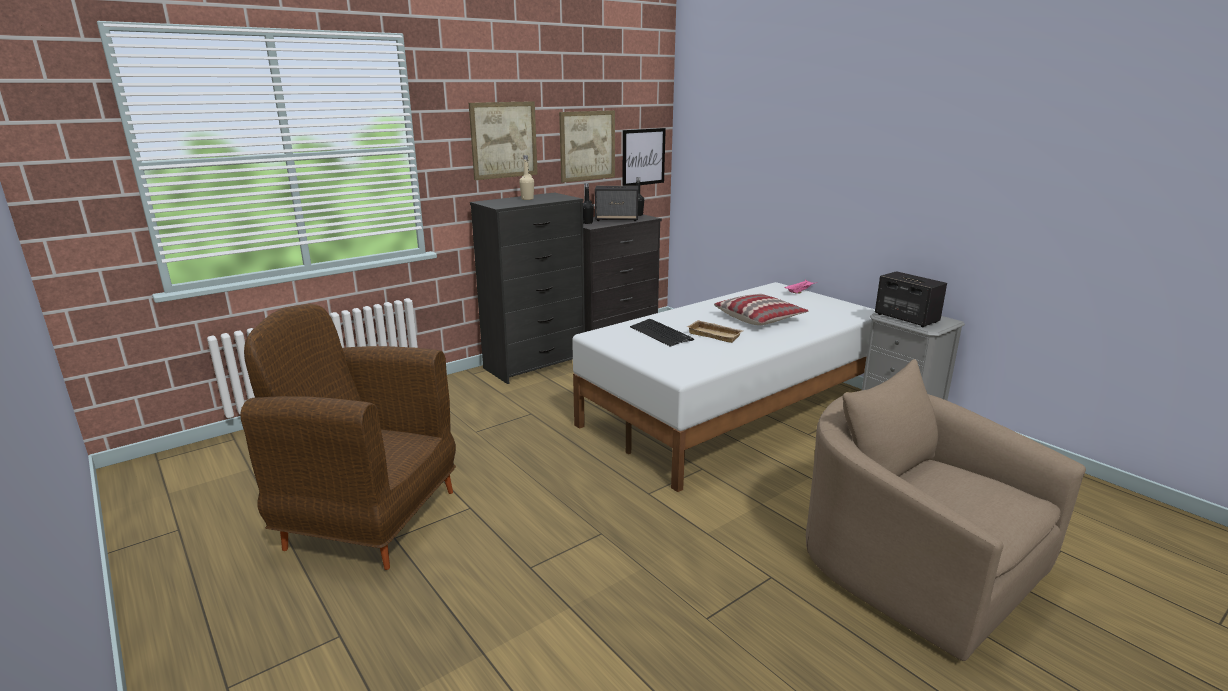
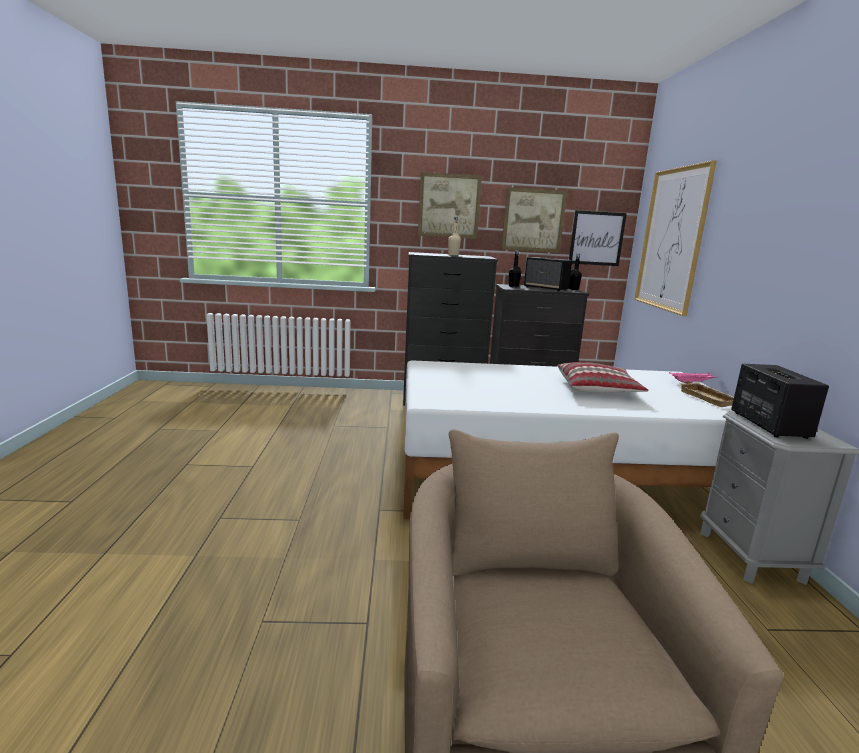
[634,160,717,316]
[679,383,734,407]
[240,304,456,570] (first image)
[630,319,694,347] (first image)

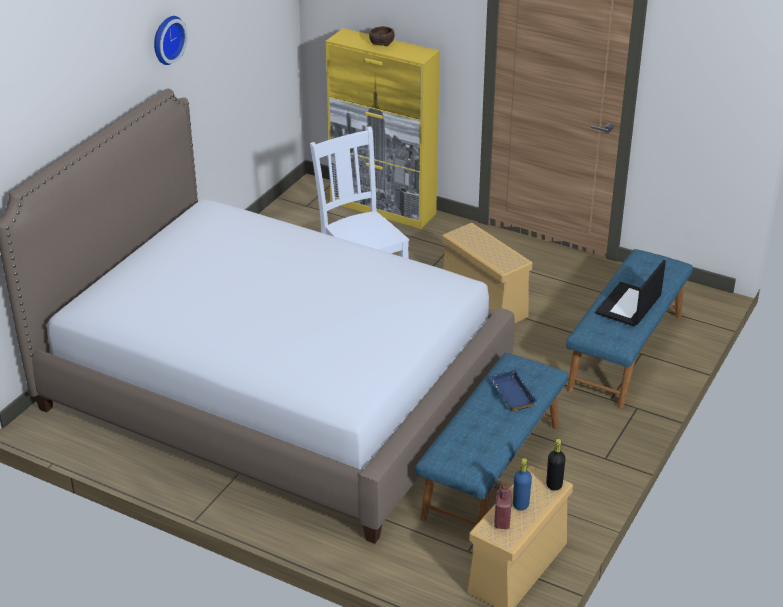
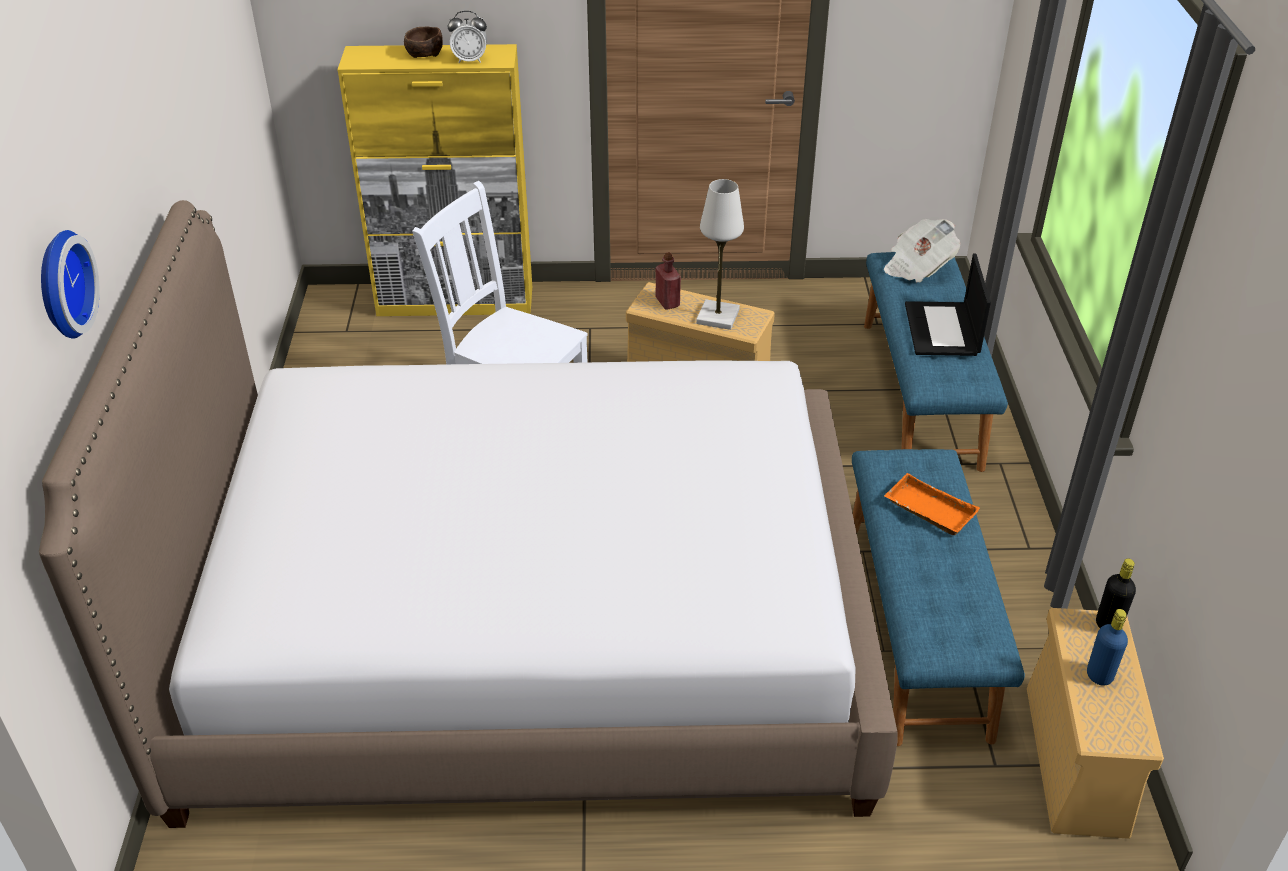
[41,230,99,339]
[448,11,487,63]
[656,252,681,310]
[696,179,744,330]
[884,219,960,282]
[884,473,980,535]

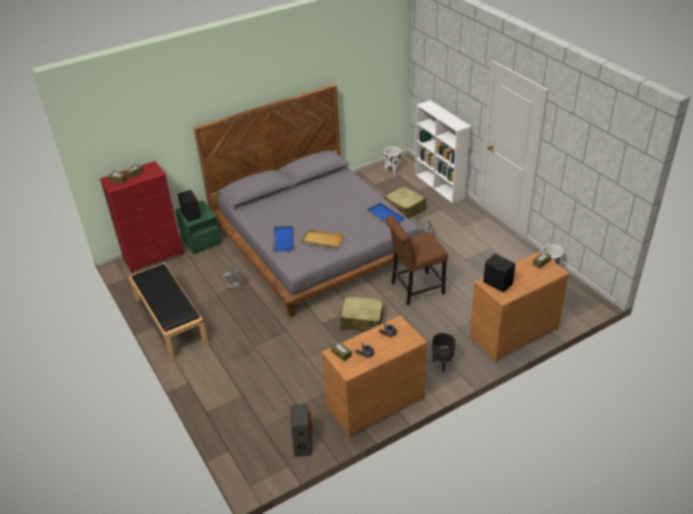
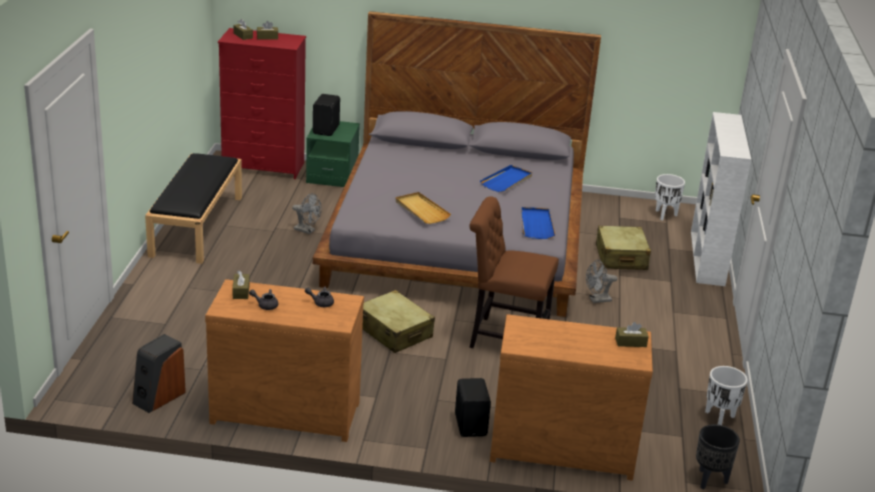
[455,378,491,437]
[480,165,532,192]
[696,424,740,489]

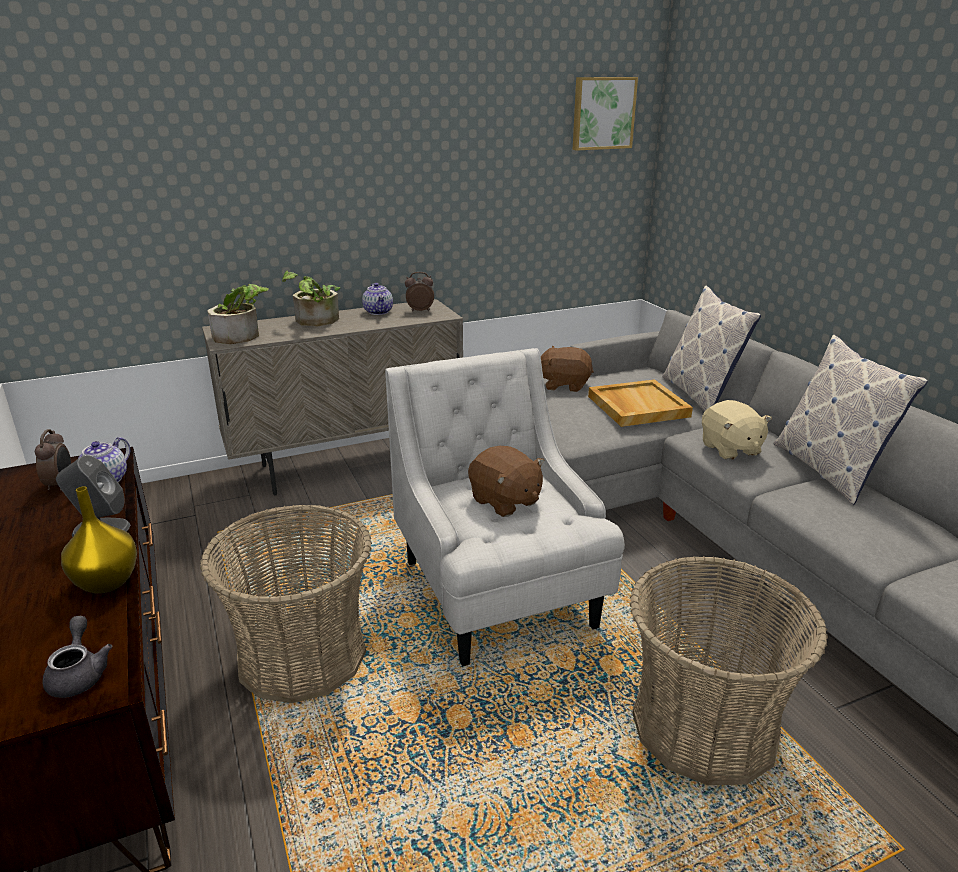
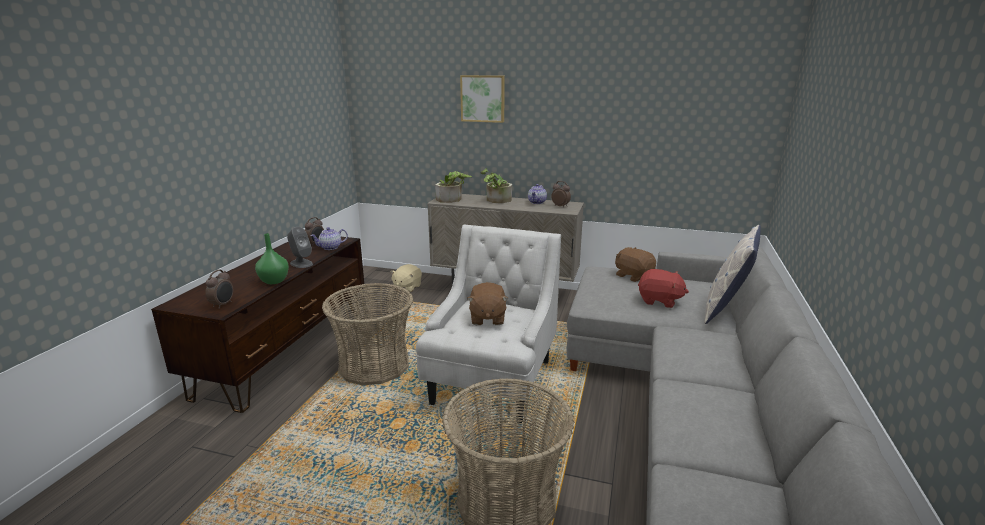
[205,269,233,309]
[255,233,289,284]
[390,264,422,292]
[460,75,505,123]
[638,269,689,308]
[774,335,928,505] (first image)

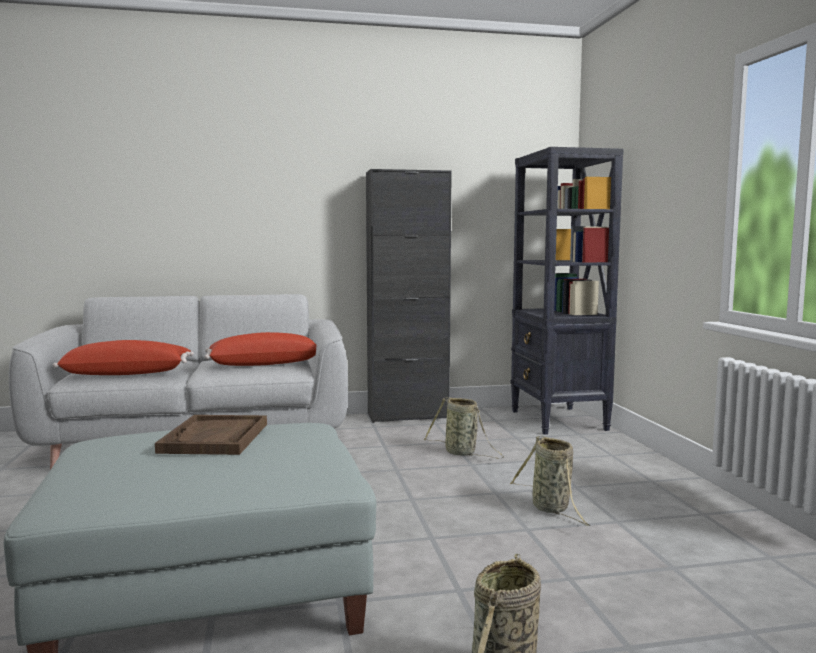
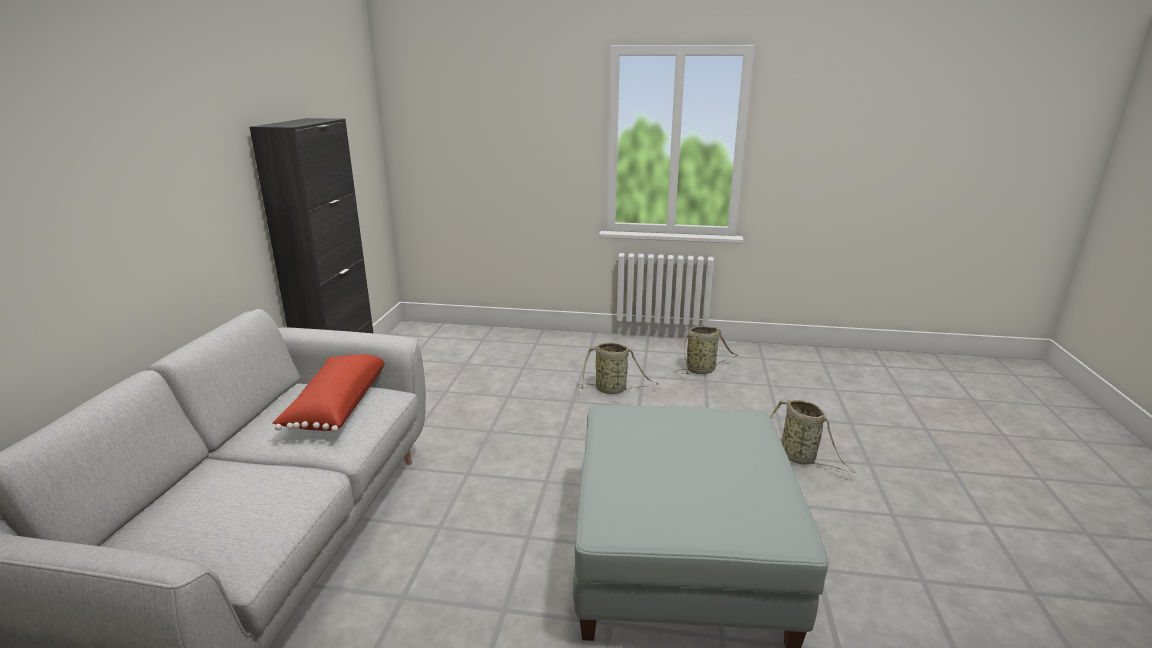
[674,326,739,375]
[53,340,194,375] (first image)
[155,415,267,455] (first image)
[511,147,623,435] (first image)

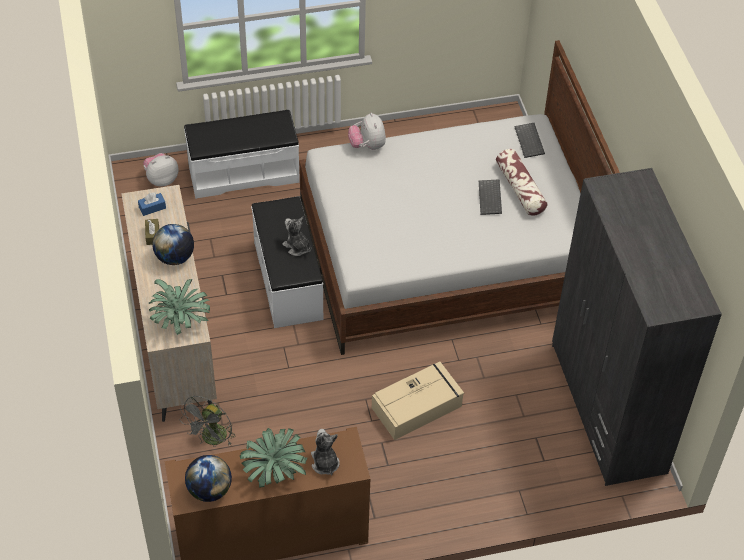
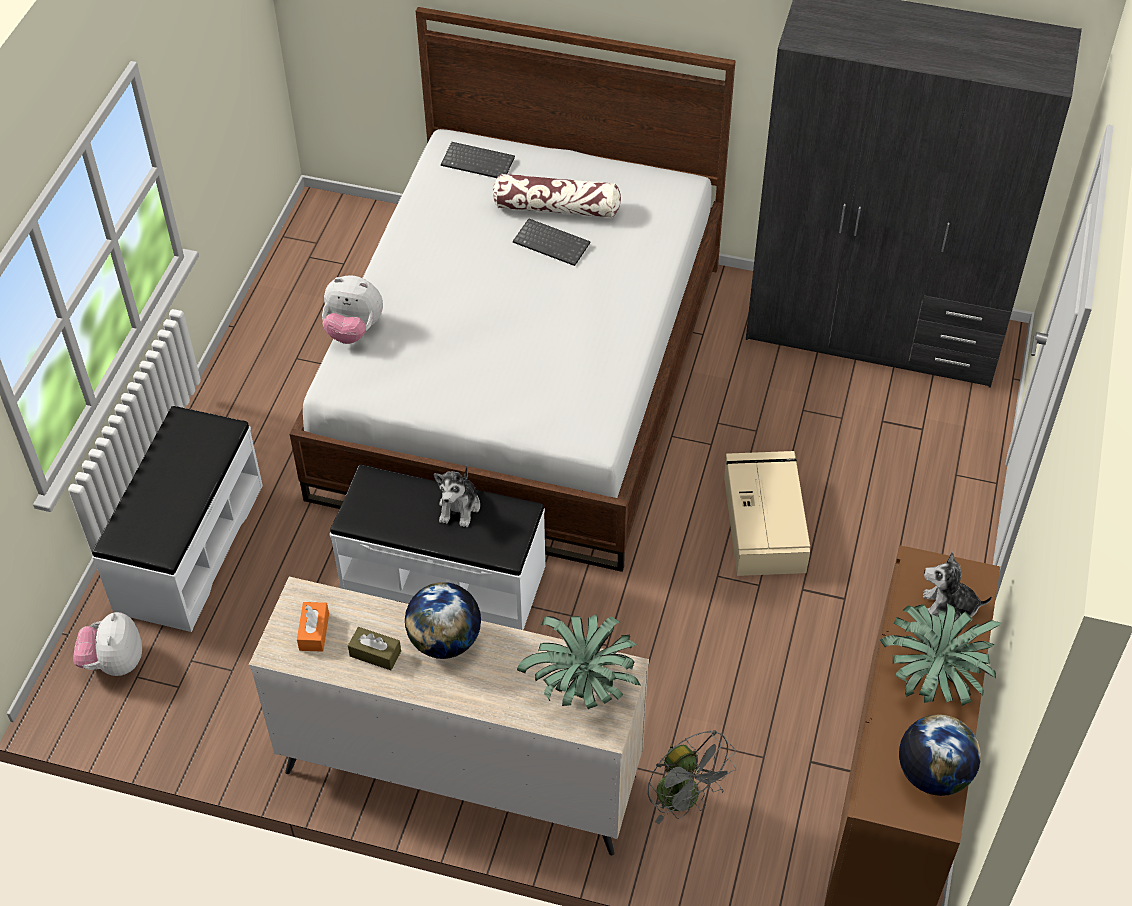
[297,602,329,652]
[434,465,480,527]

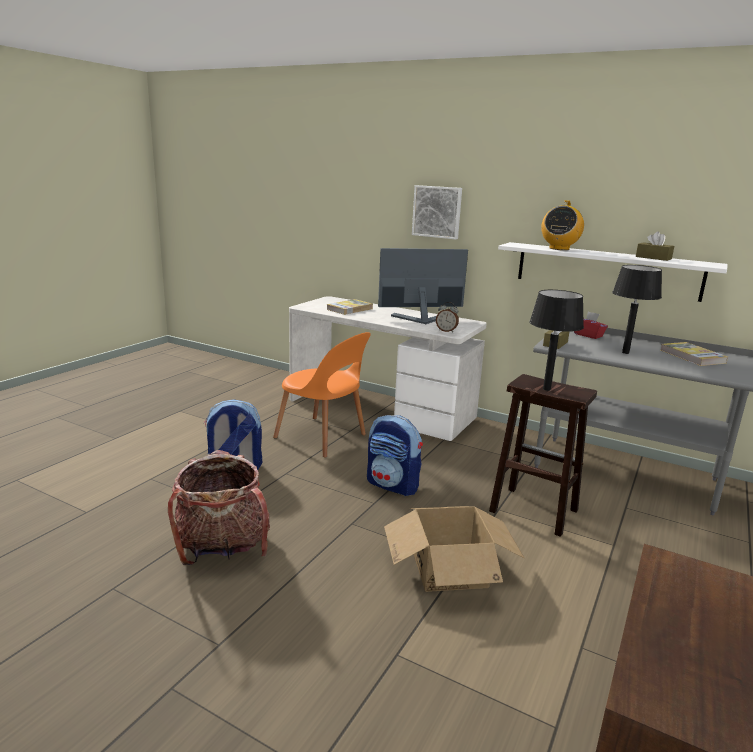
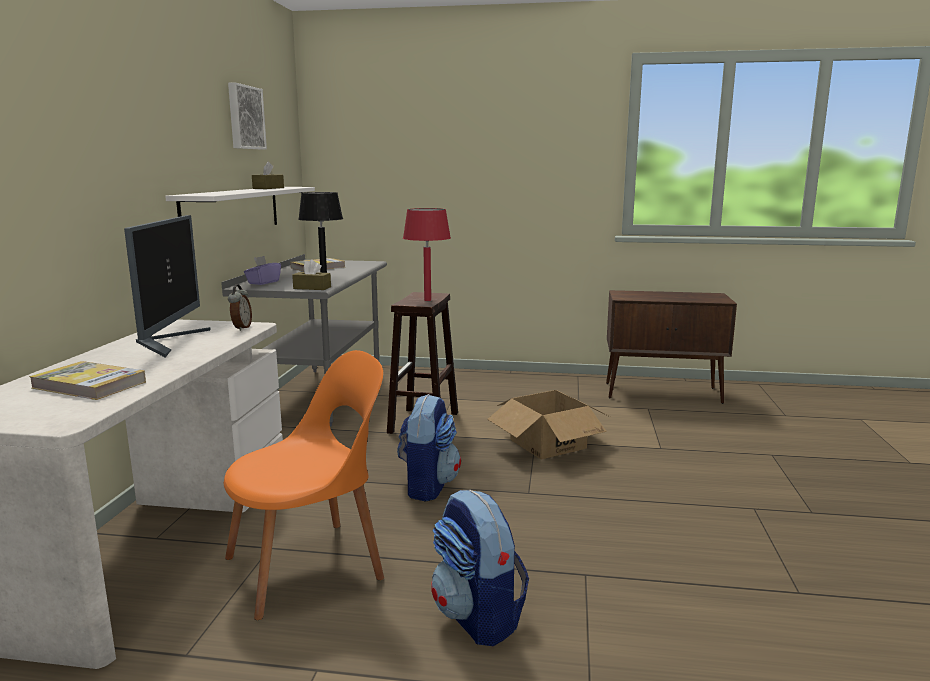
[124,215,211,357]
[224,350,384,620]
[228,82,267,149]
[244,256,281,285]
[403,208,451,301]
[168,450,270,565] (first image)
[541,200,584,250] (first image)

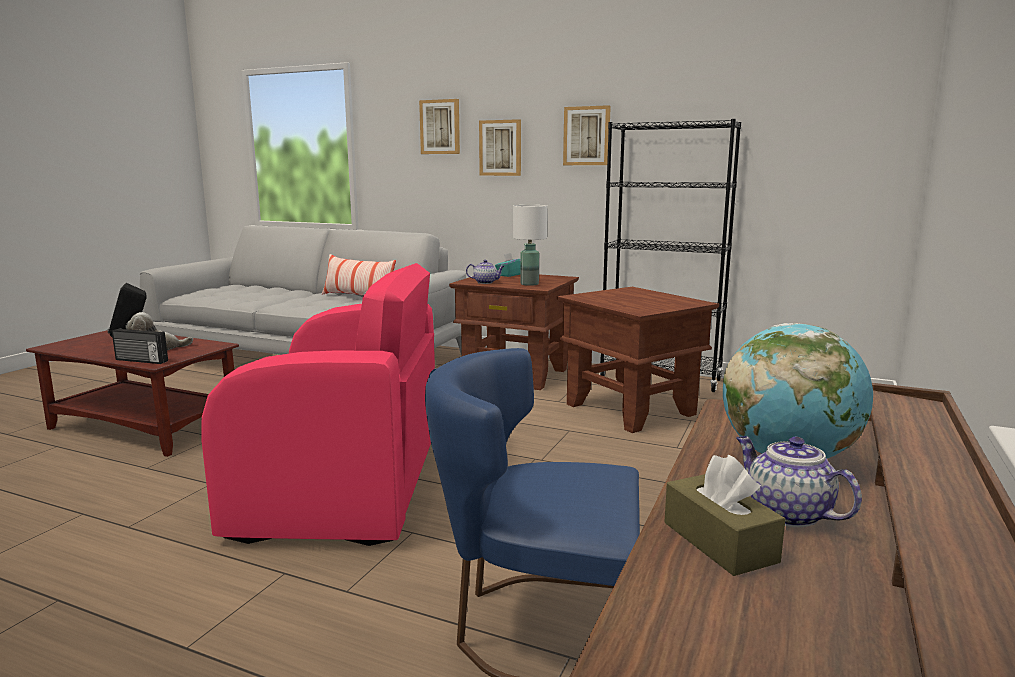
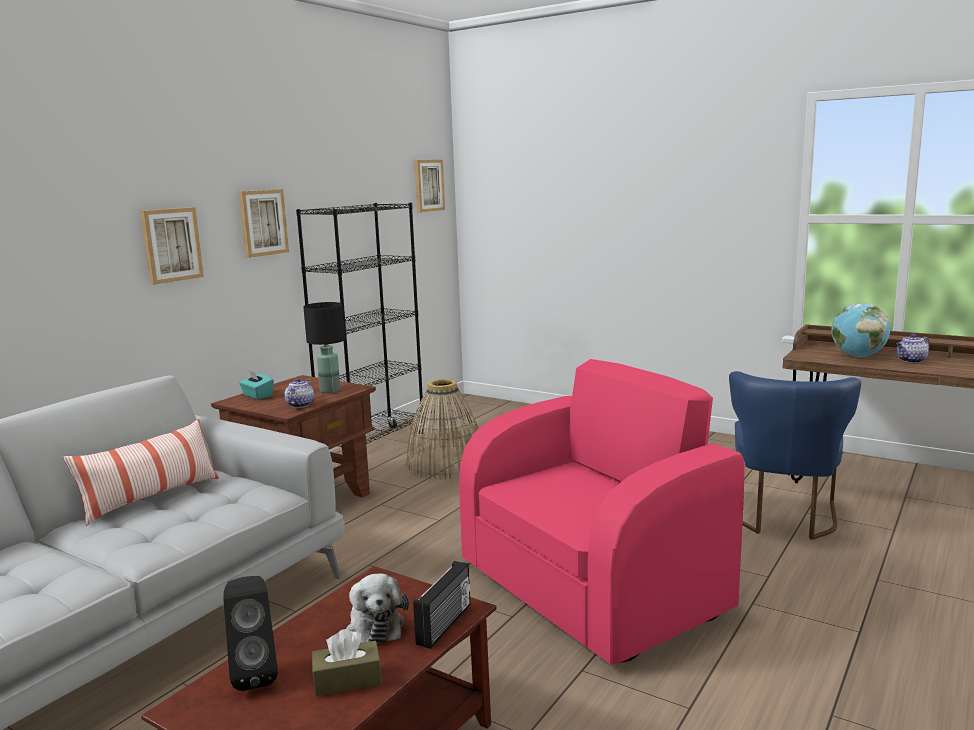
[303,302,345,393]
[312,629,382,696]
[406,379,479,479]
[415,160,445,212]
[459,359,744,664]

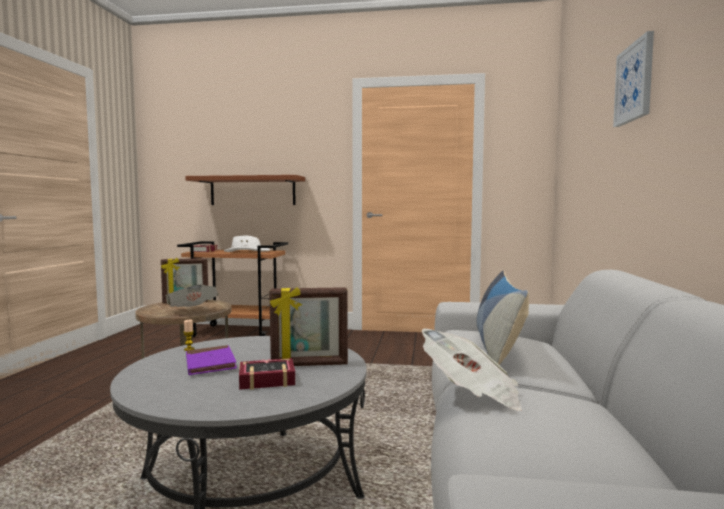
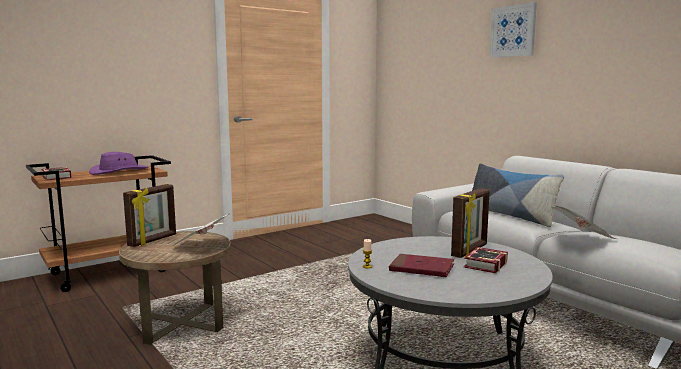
[89,152,149,175]
[389,254,454,277]
[185,175,305,205] (first image)

